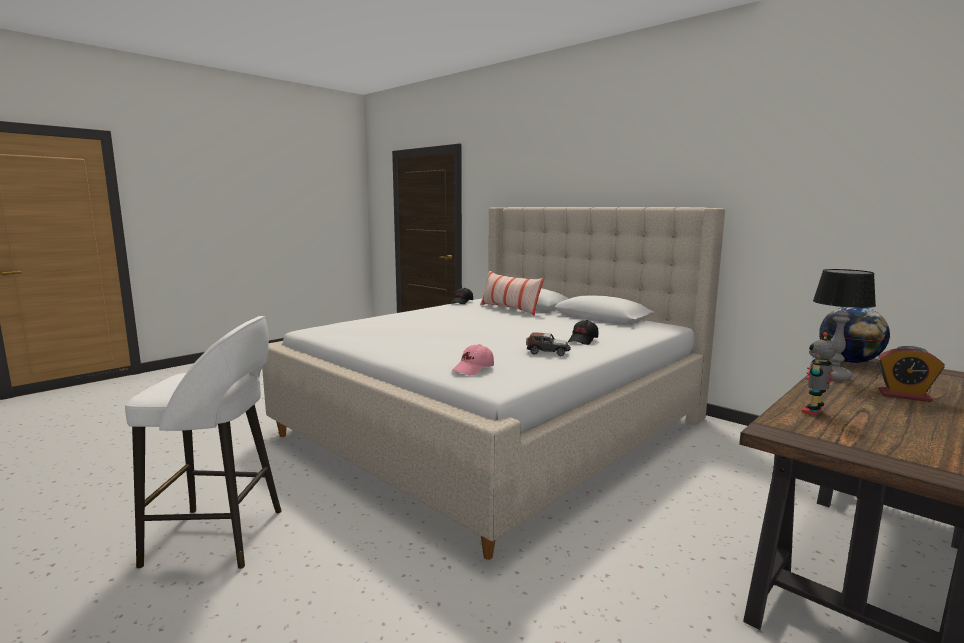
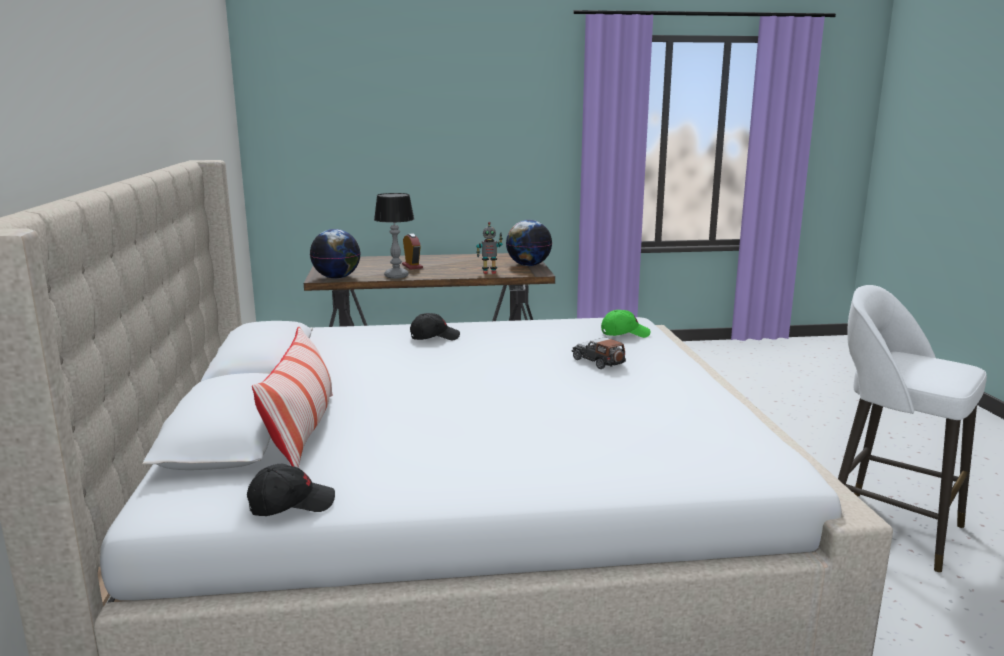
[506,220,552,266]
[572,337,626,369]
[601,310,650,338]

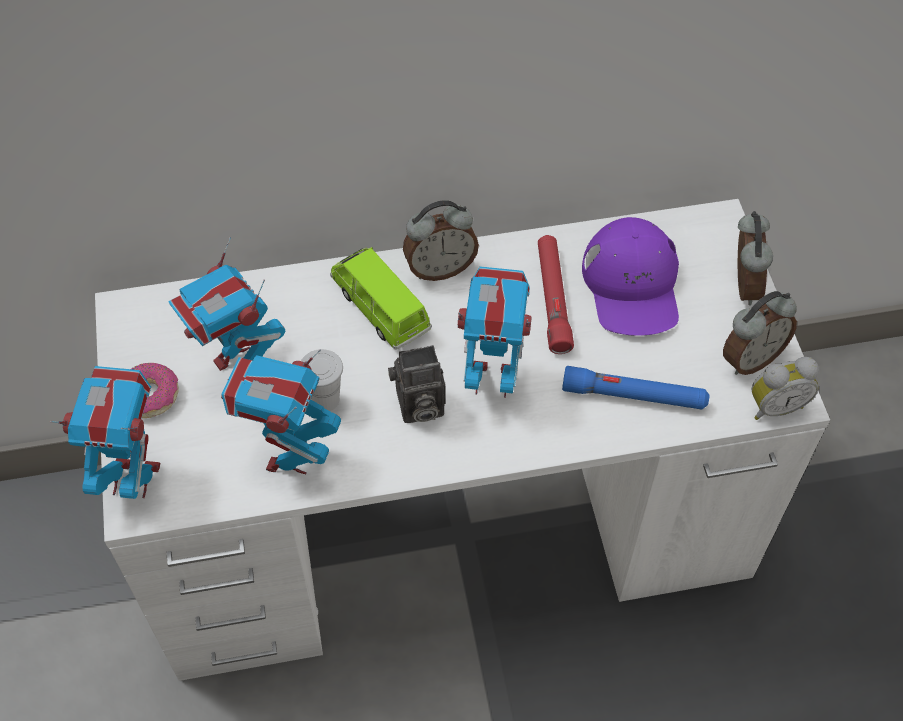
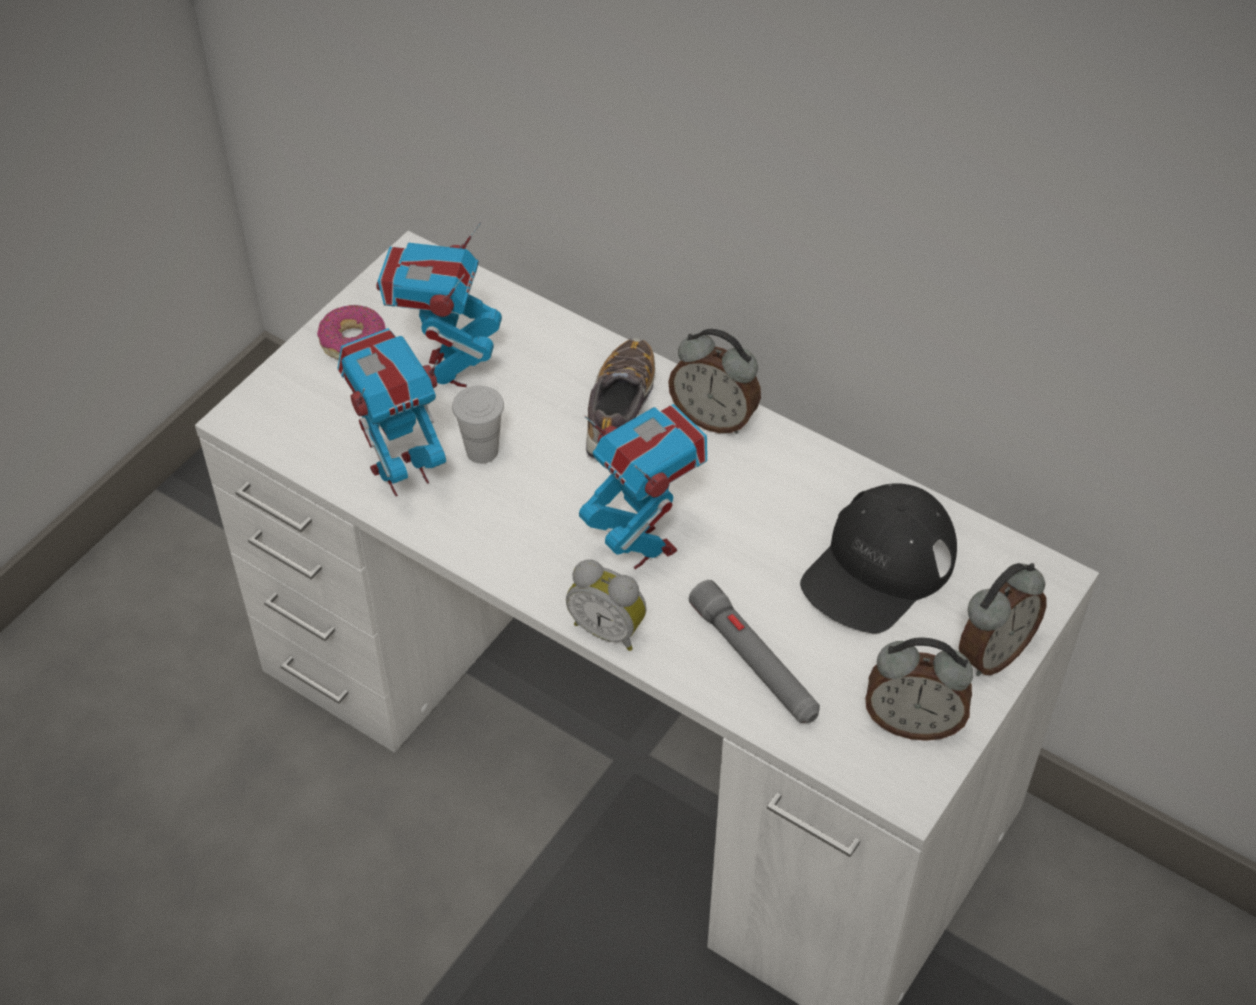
[566,560,647,651]
[586,338,655,461]
[689,580,820,723]
[800,483,957,633]
[50,366,160,499] (first image)
[388,345,446,423] (first image)
[538,235,574,354] (first image)

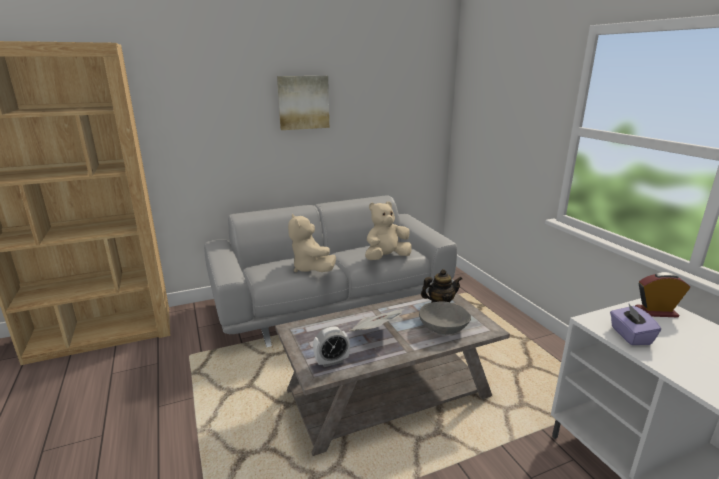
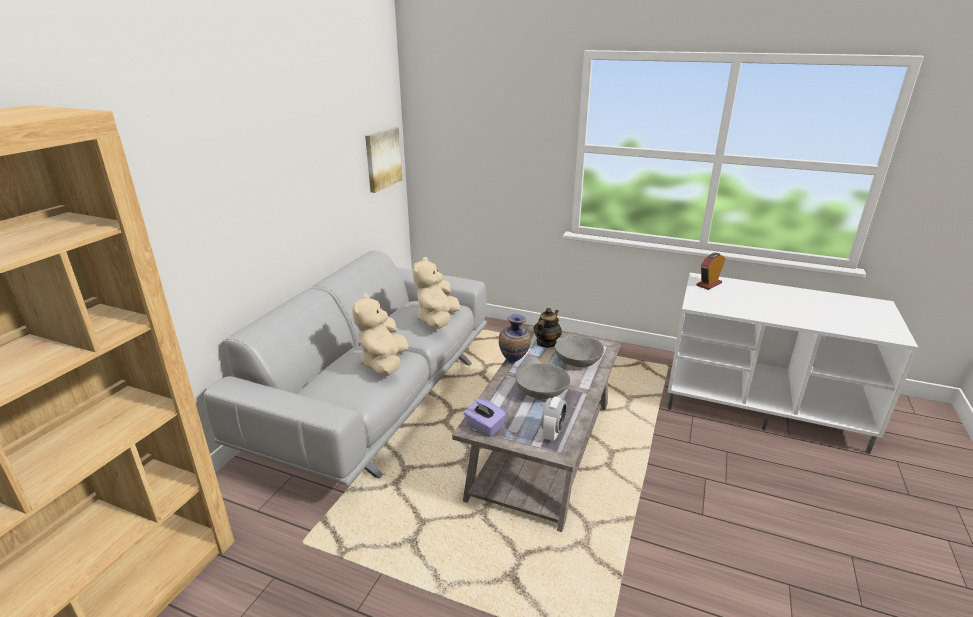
[352,293,409,376]
[365,127,402,193]
[464,398,507,437]
[499,314,531,363]
[516,363,571,399]

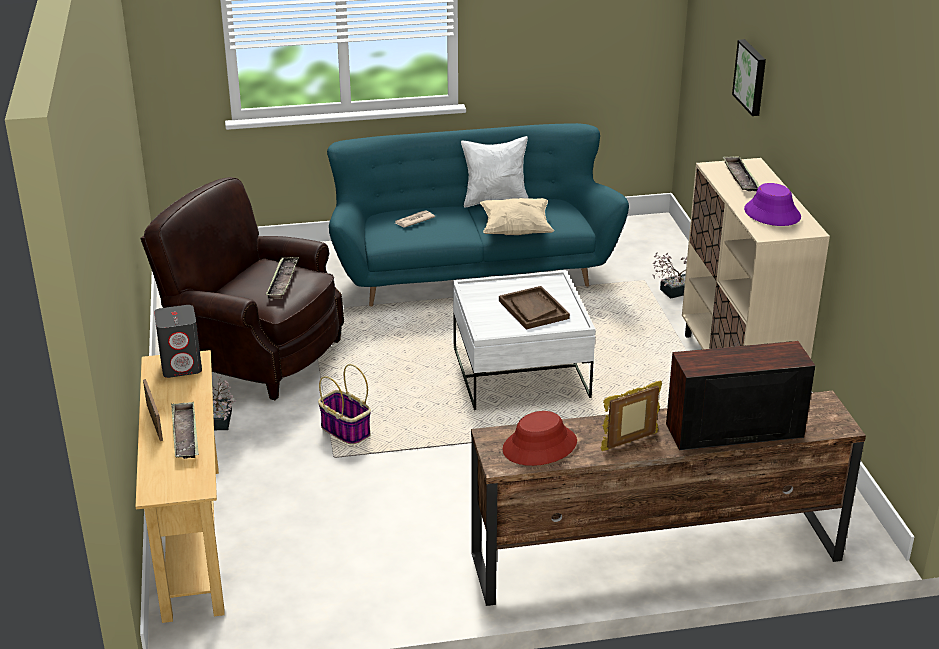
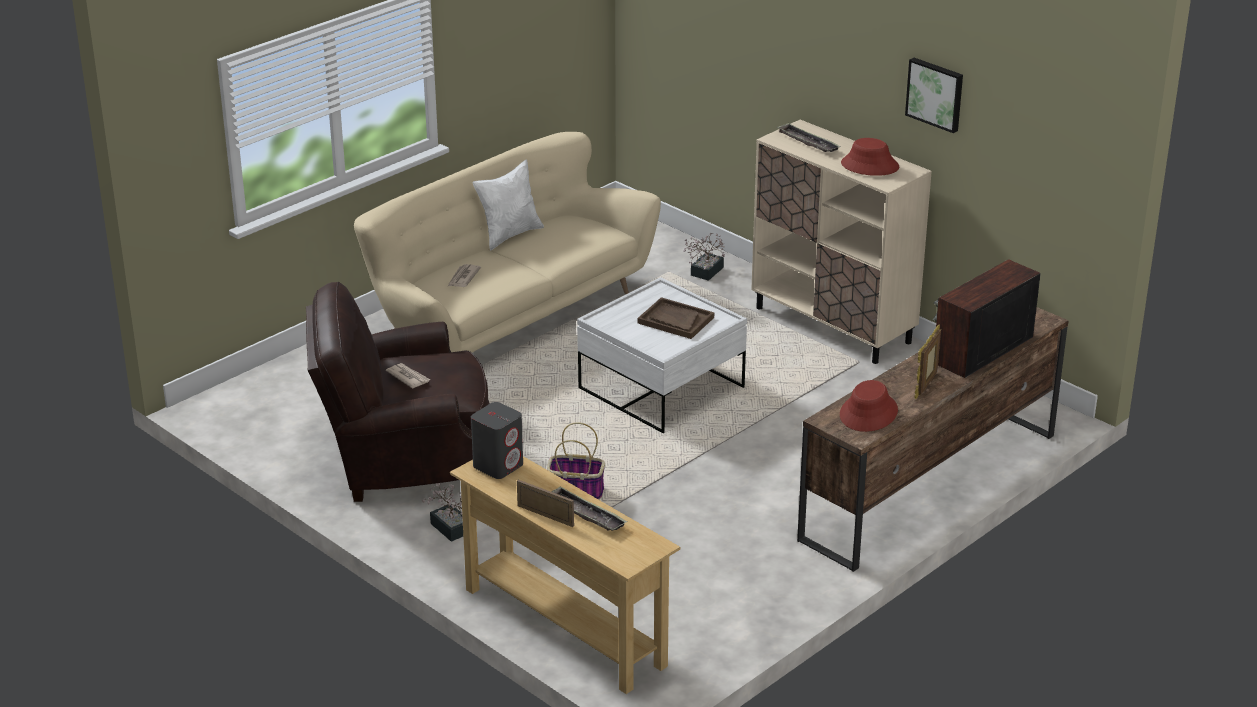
[354,132,661,353]
[386,363,430,389]
[841,138,899,176]
[905,58,963,133]
[266,257,299,299] (first image)
[480,198,554,235] (first image)

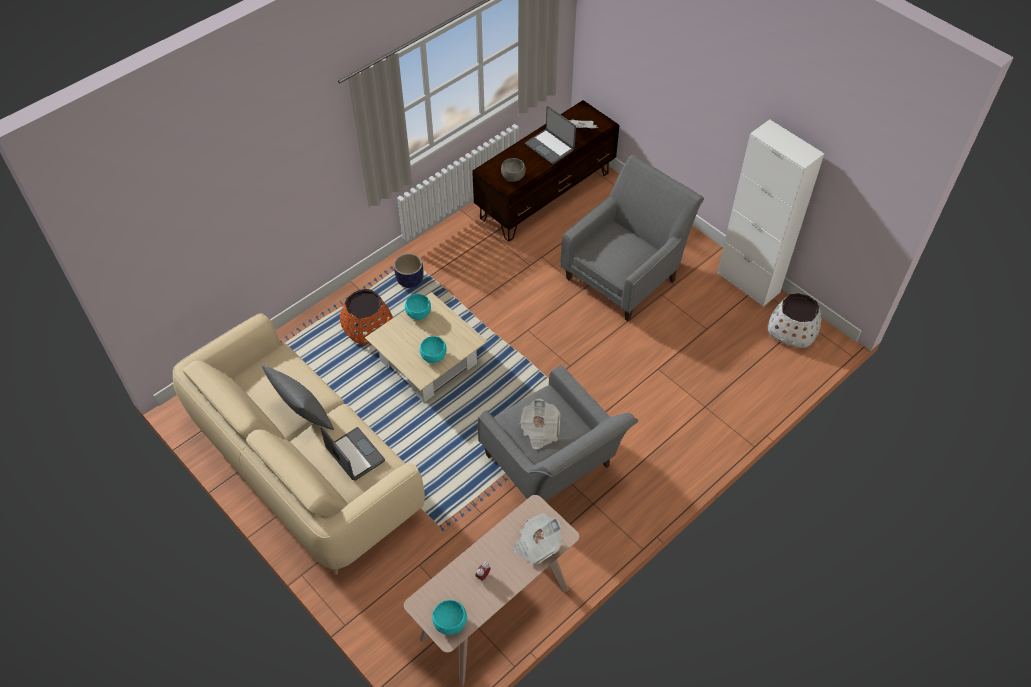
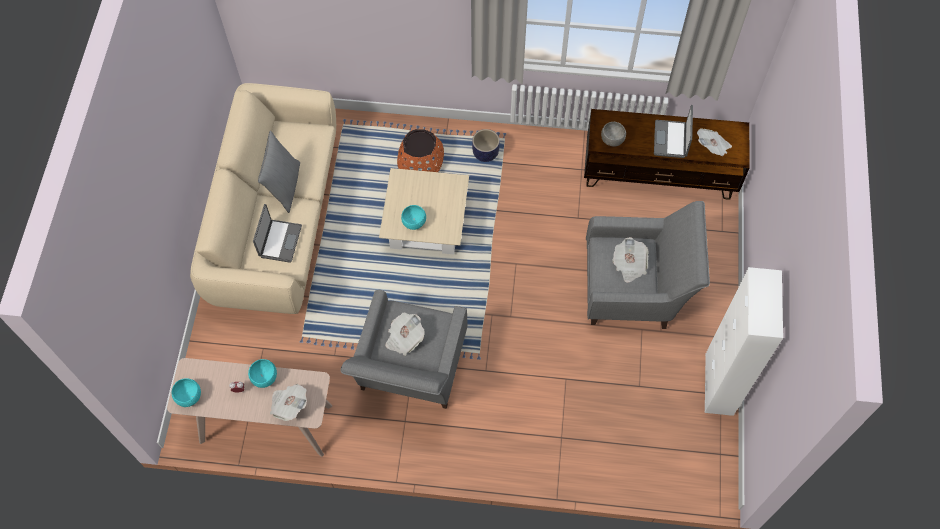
[248,359,277,388]
[612,237,649,283]
[768,293,821,348] (first image)

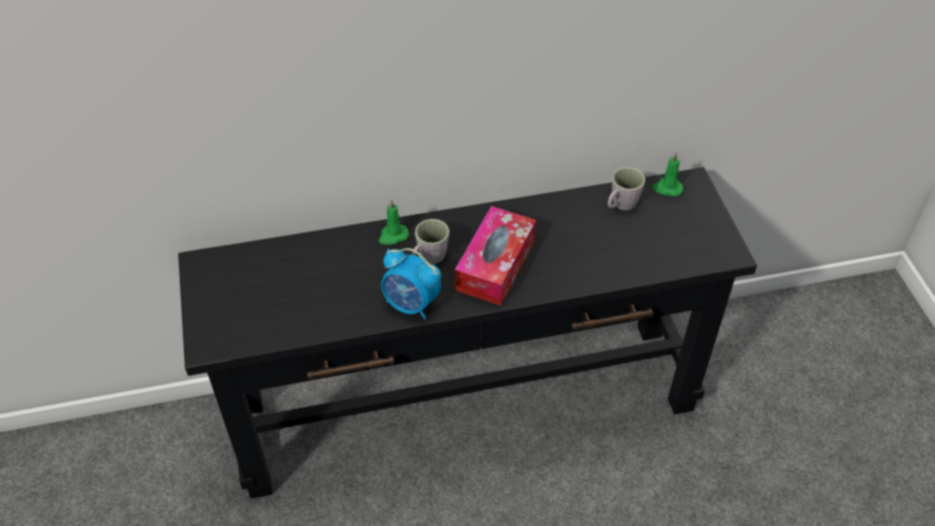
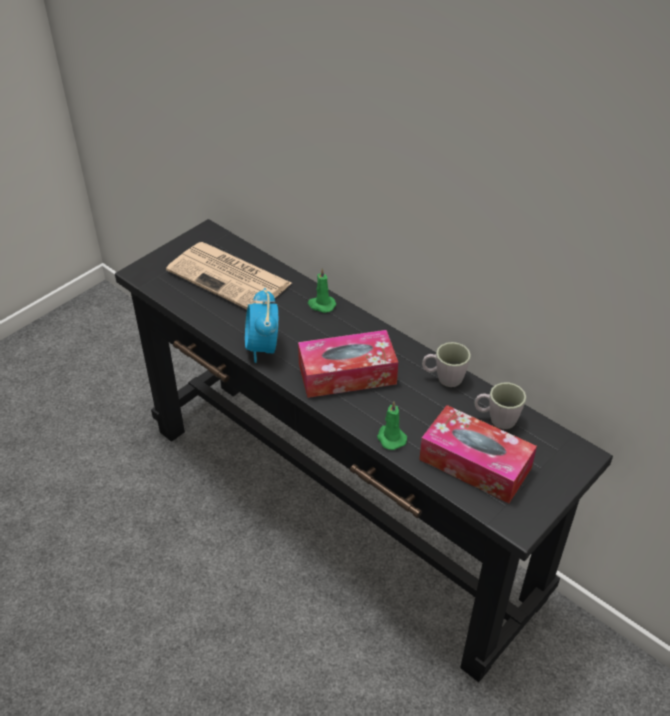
[166,242,292,309]
[377,402,407,450]
[419,405,537,503]
[422,342,471,387]

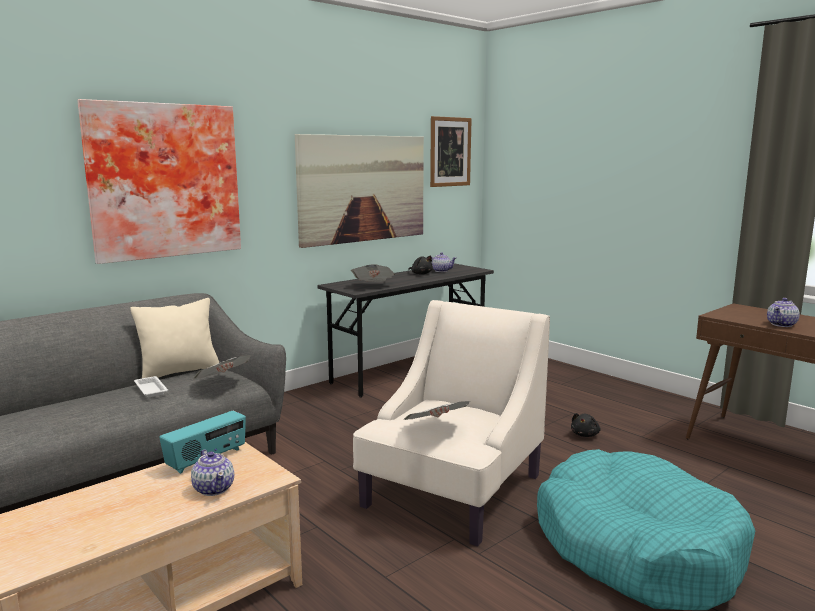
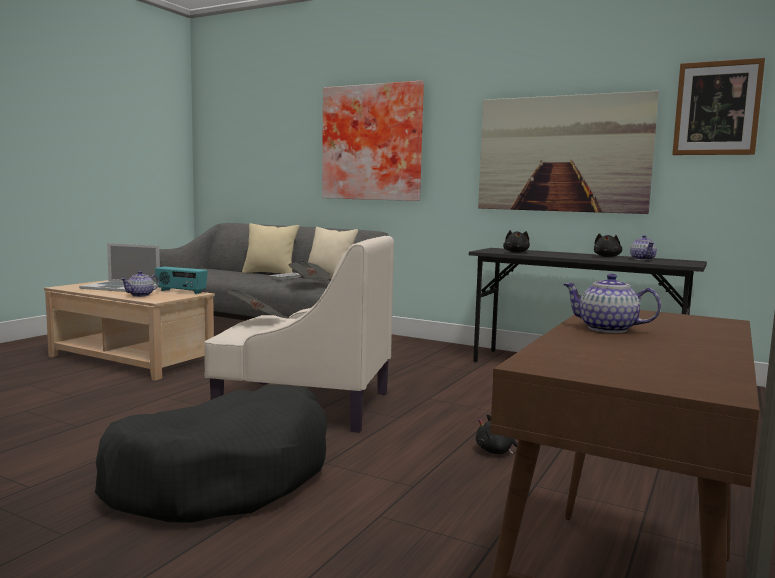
[79,243,160,292]
[95,385,327,523]
[242,223,299,274]
[503,230,530,253]

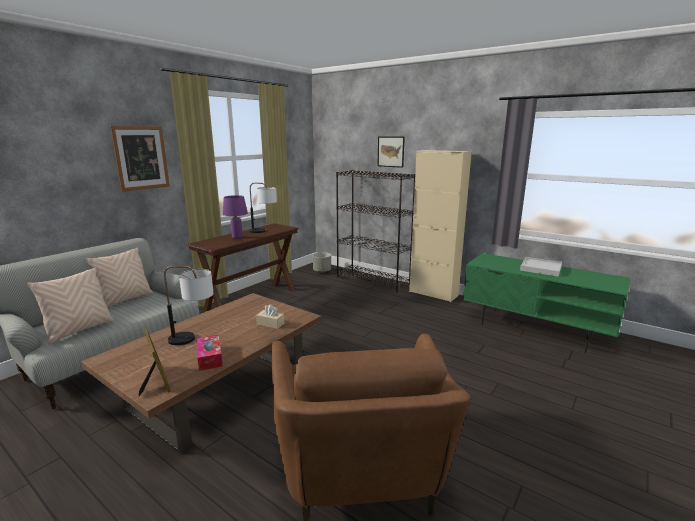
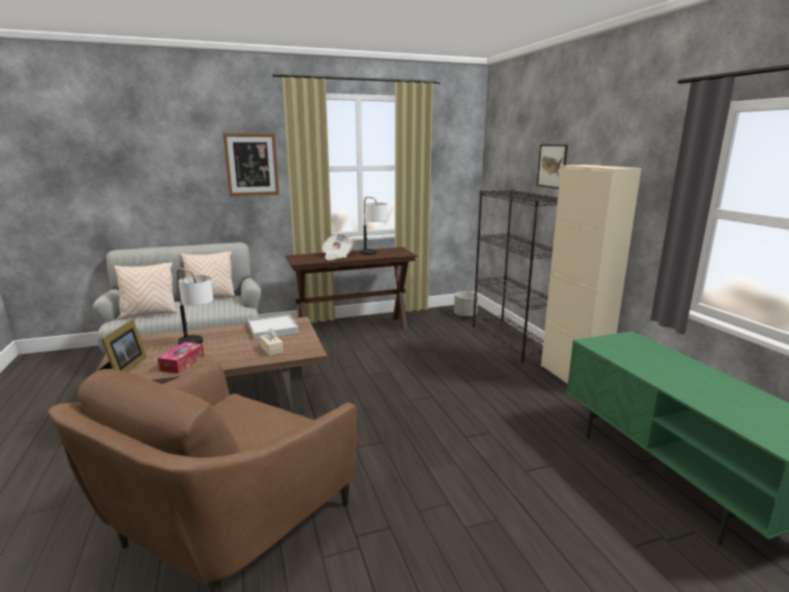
[248,314,299,340]
[322,234,354,260]

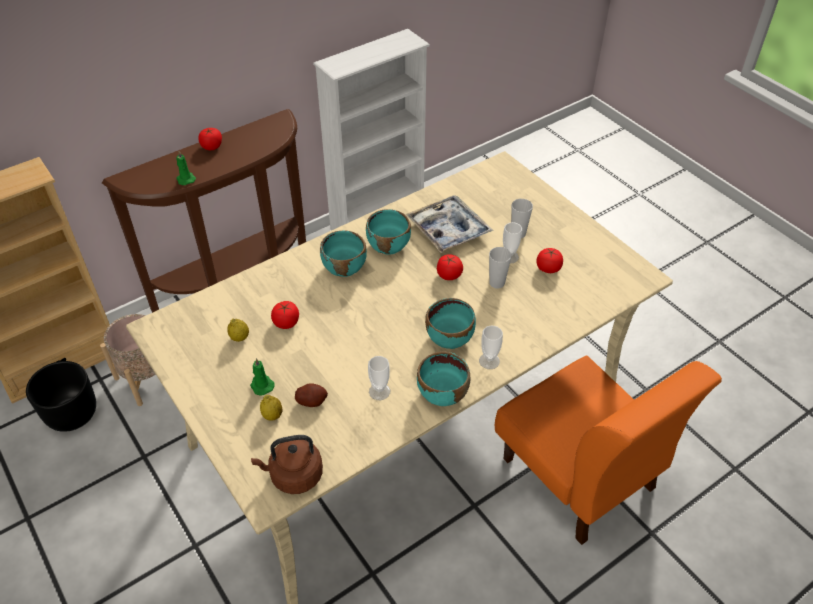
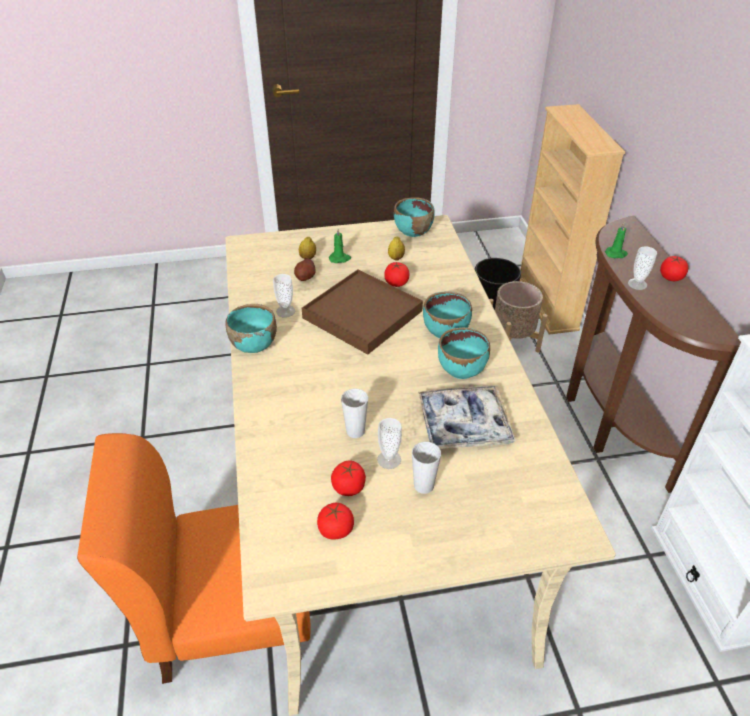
[302,269,423,355]
[317,503,354,540]
[394,197,435,237]
[628,246,657,290]
[251,435,323,494] (first image)

